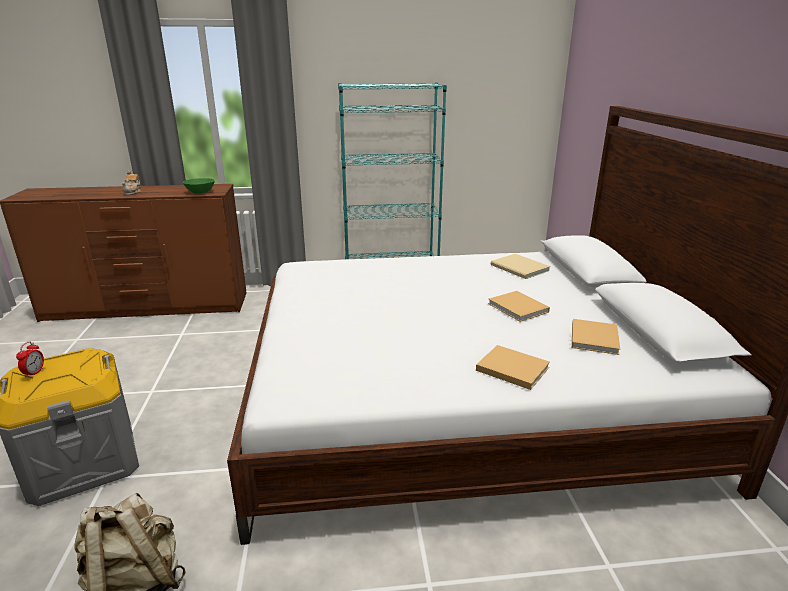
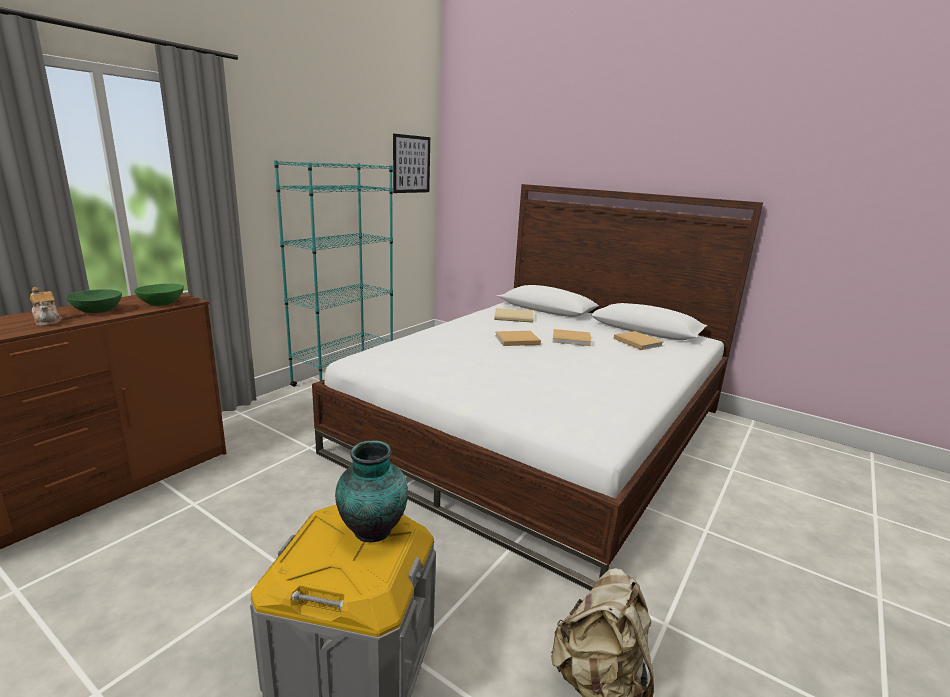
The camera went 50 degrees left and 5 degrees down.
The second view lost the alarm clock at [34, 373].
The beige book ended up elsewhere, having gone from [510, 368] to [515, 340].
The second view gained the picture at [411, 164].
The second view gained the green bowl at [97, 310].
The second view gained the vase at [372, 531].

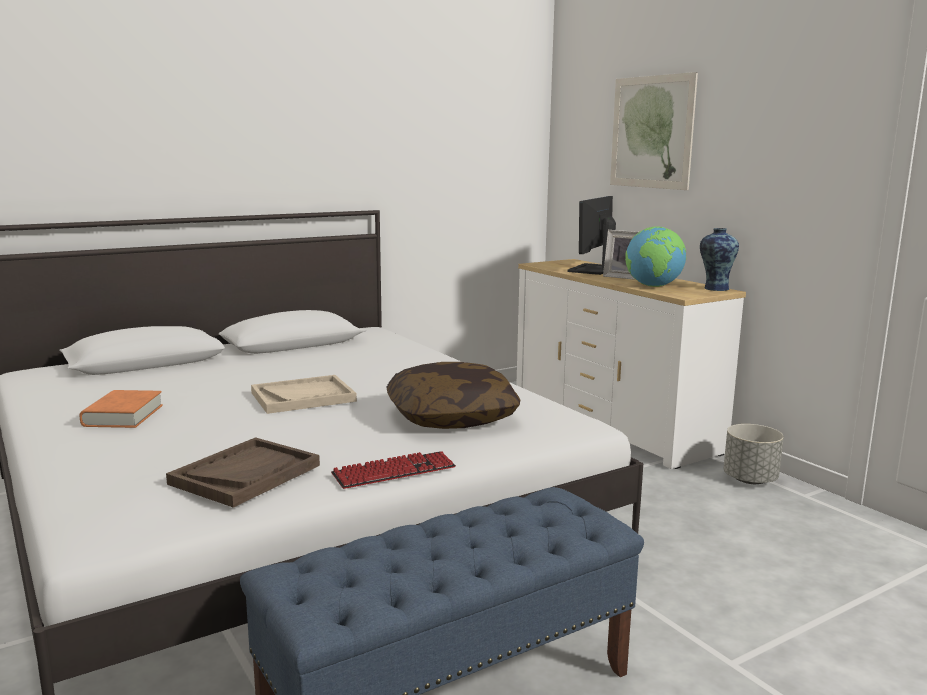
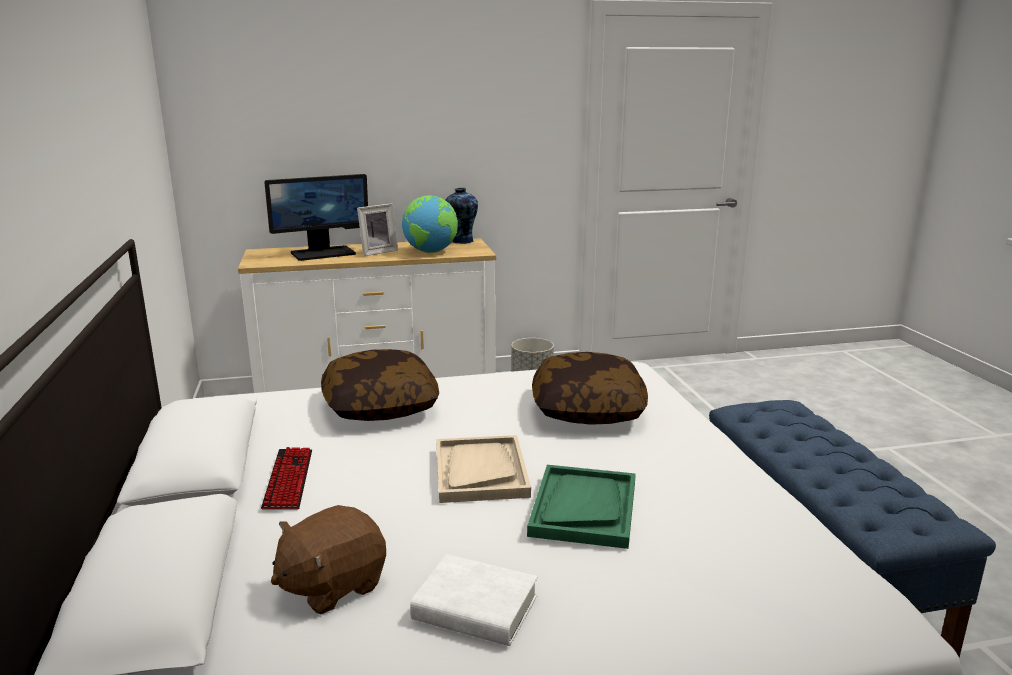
The camera went 70 degrees left and 5 degrees up.
The second view lost the picture at [651, 132].
The monitor at [593, 269] ended up facing another way, 75 degrees counterclockwise from before.
What was the orange book at [123, 415] turned into the white book at [475, 609].
The second view lost the brown tray at [245, 474].
The keyboard ended up elsewhere, having gone from [394, 472] to [288, 480].
The second view gained the pillow at [380, 406].
The second view gained the green tray at [583, 508].
The second view gained the brown plush toy at [332, 585].

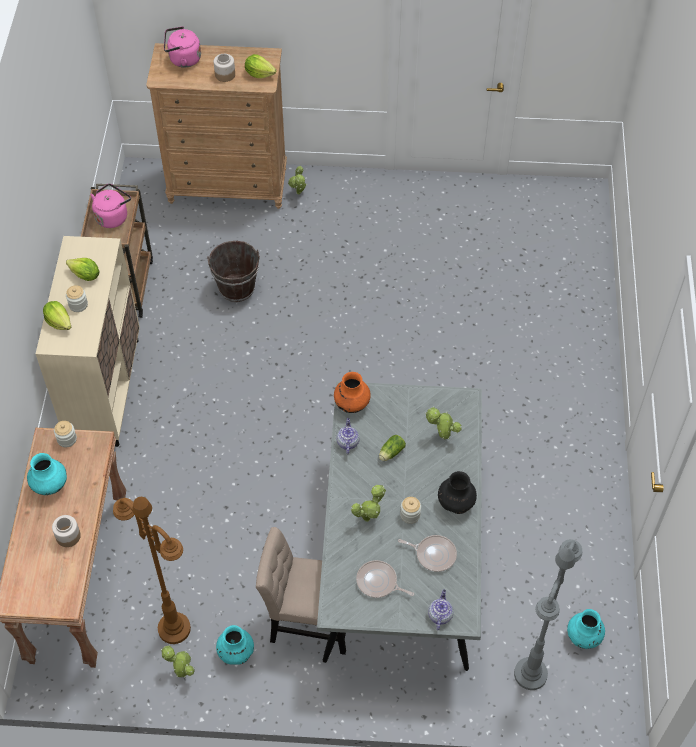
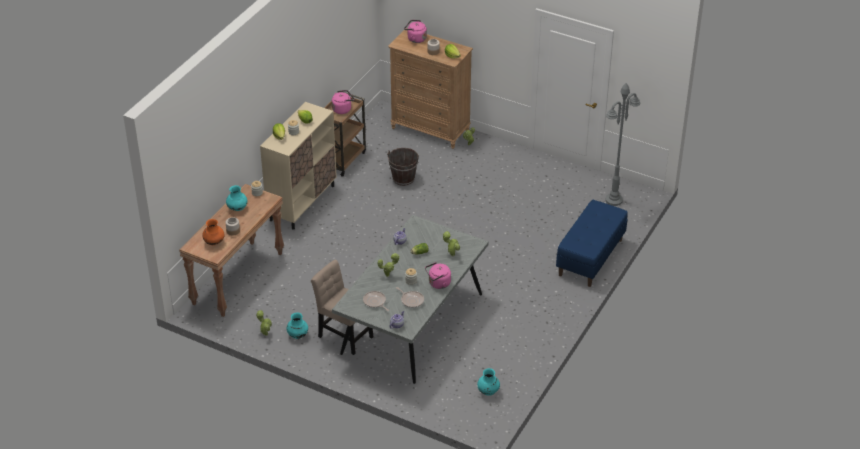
The camera went 25 degrees right and 15 degrees down.
The orange vase ended up elsewhere, having gone from [352, 404] to [214, 242].
Where the black vase stood at [455, 503], the pink kettle came to stand at [438, 284].
The second view lost the brown floor lamp at [173, 628].
The grey floor lamp ended up elsewhere, having gone from [530, 674] to [613, 200].
The second view gained the blue bench at [590, 258].

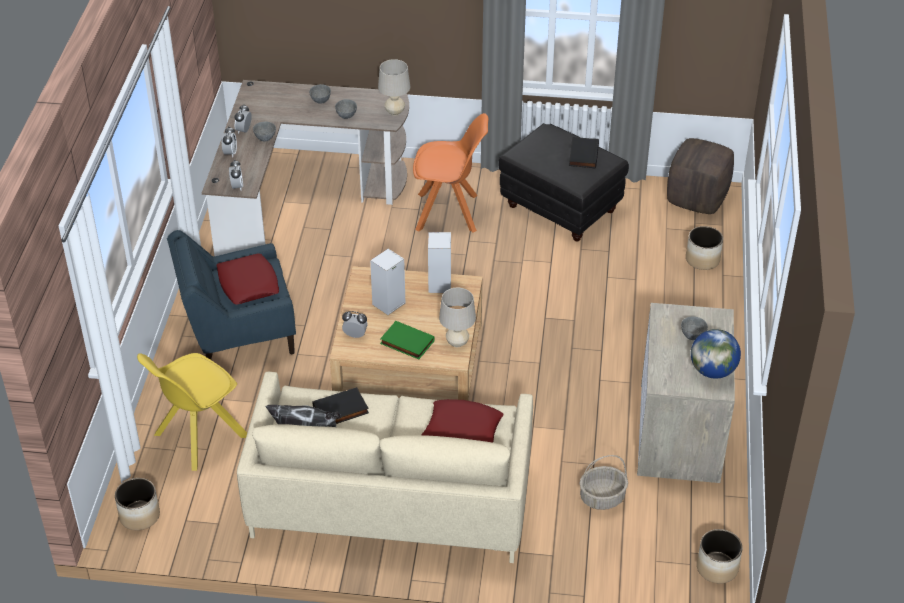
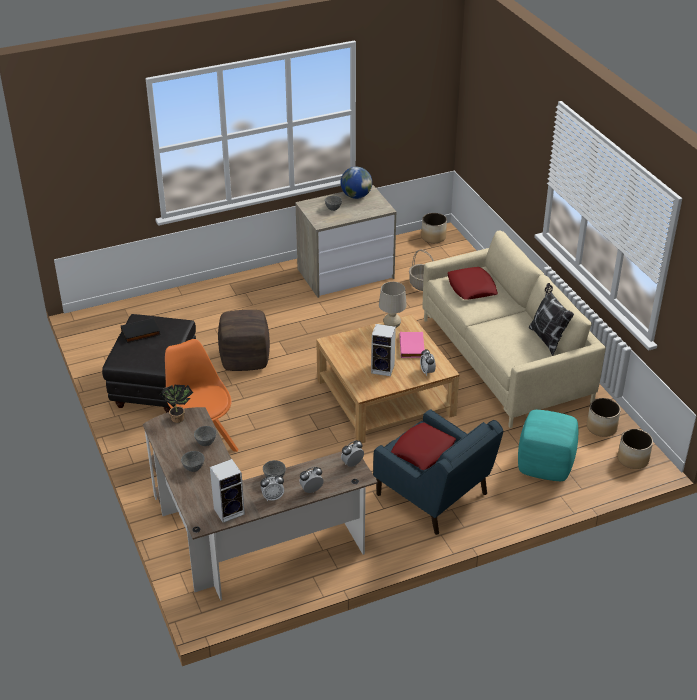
The camera went 120 degrees left and 5 degrees down.
Where the beige table lamp stood at [395, 112], the potted plant came to stand at [179, 417].
The brown ottoman ended up elsewhere, having gone from [696, 199] to [245, 360].
The planter ended up elsewhere, having gone from [702, 260] to [602, 427].
The speaker ended up elsewhere, having gone from [440, 285] to [230, 511].
What was the green book at [406, 343] turned into the pink book at [412, 347].
Where the yellow chair stood at [198, 436], the turquoise ottoman came to stand at [545, 466].
The second view lost the black book at [340, 411].

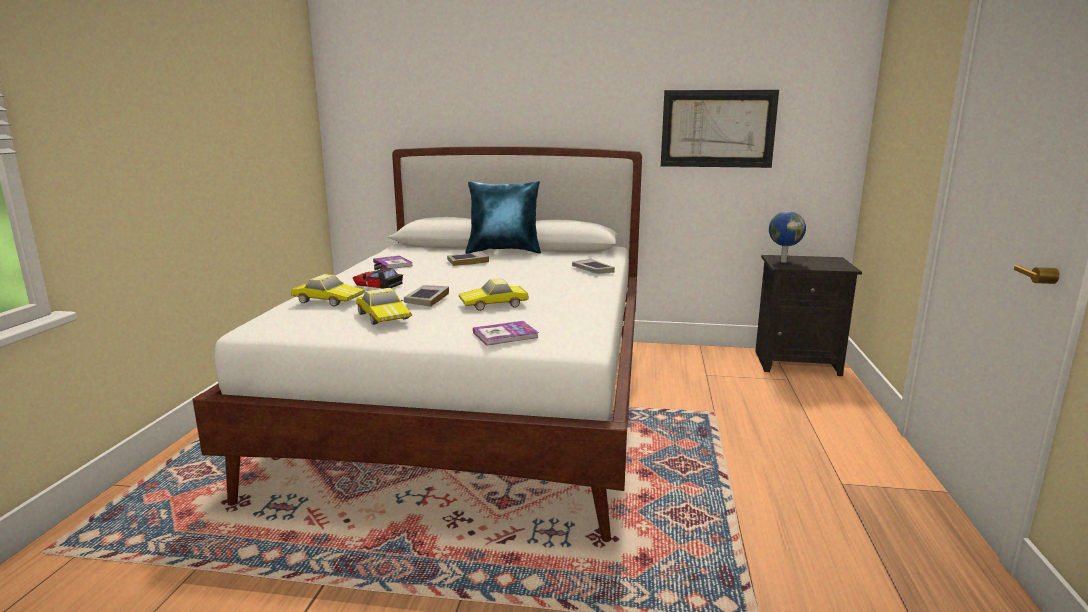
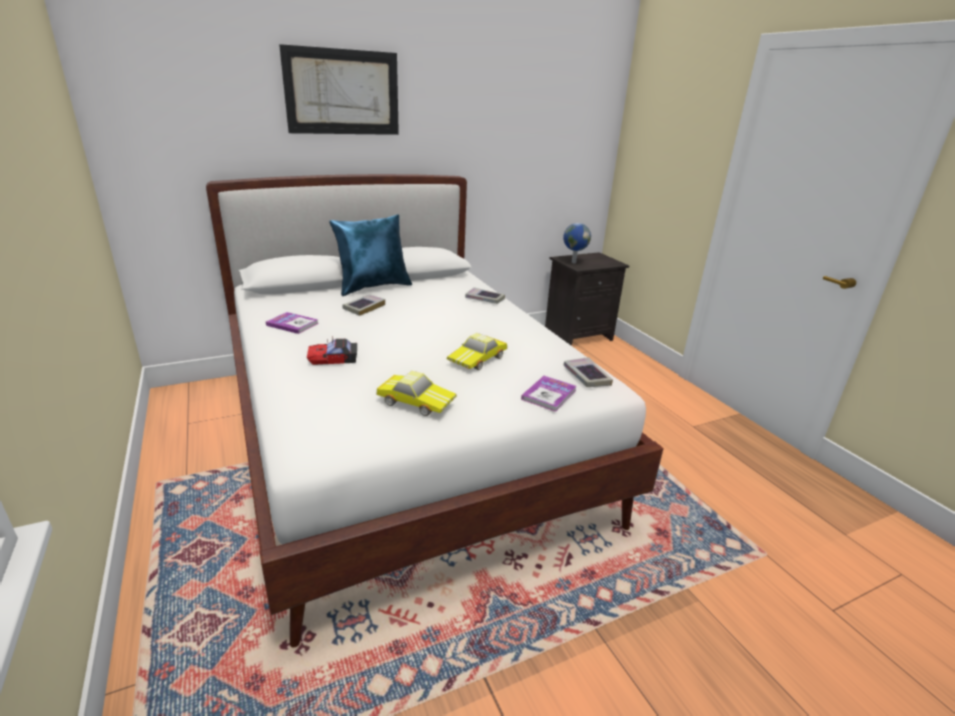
The camera went 35 degrees left and 10 degrees up.
The picture ended up elsewhere, having gone from [718, 129] to [342, 92].
The second view lost the toy car at [329, 300].
The book ended up elsewhere, having gone from [427, 299] to [586, 376].

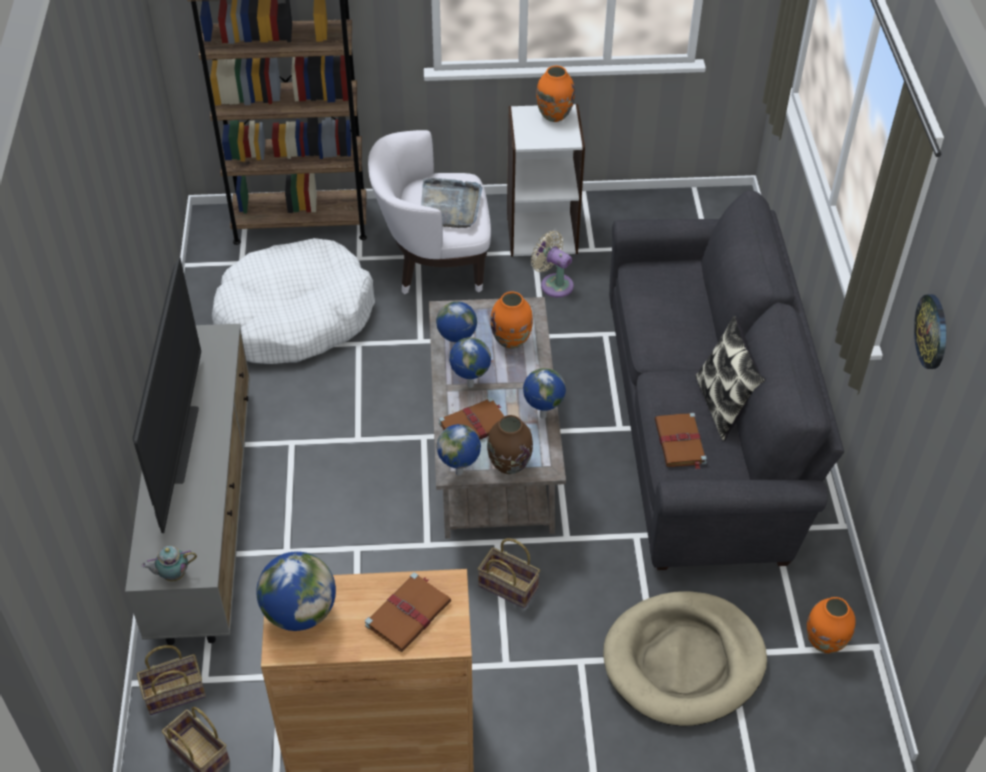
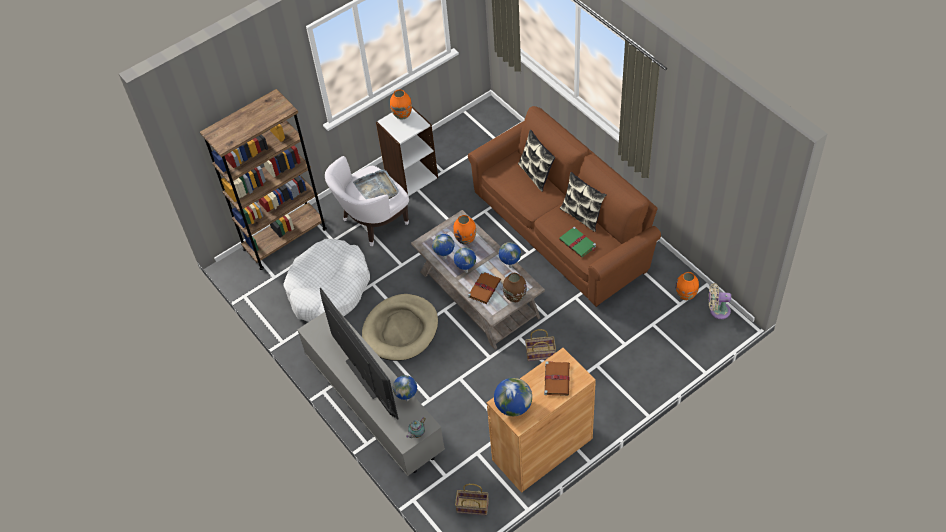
The camera went 30 degrees left and 5 degrees up.
What was the grey sofa at [703, 426] turned into the brown sofa at [564, 230].
The beige fan ended up elsewhere, having gone from [554, 284] to [717, 310].
The second view lost the wall clock at [932, 331].
What was the brown book at [680, 443] turned into the green book at [578, 243].
The globe ended up elsewhere, having gone from [460, 473] to [407, 399].
The beige dog bed ended up elsewhere, having gone from [684, 661] to [401, 329].
The second view lost the basket at [176, 692].
The second view gained the pillow at [536, 174].

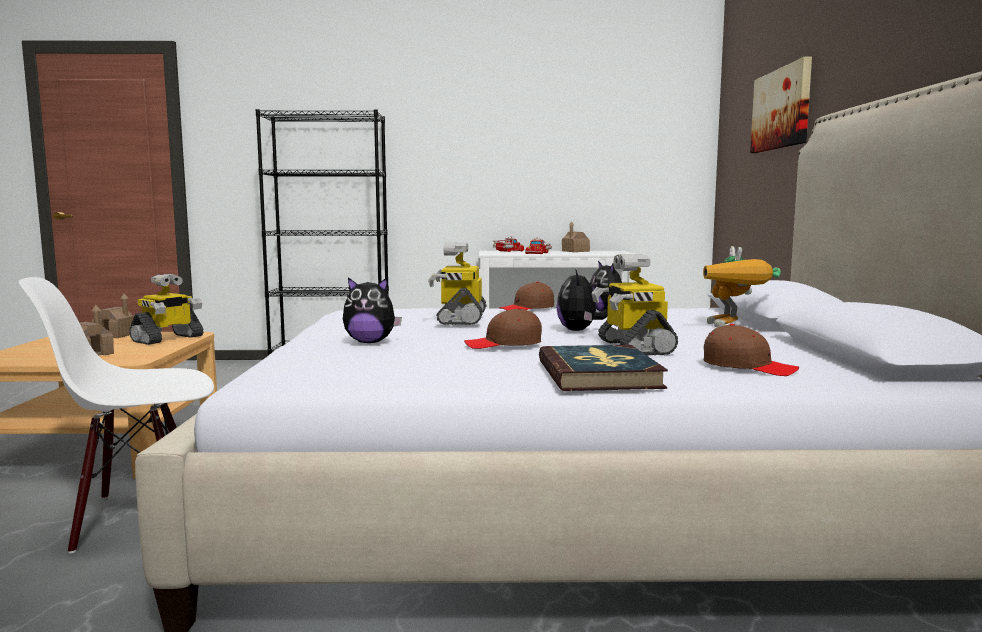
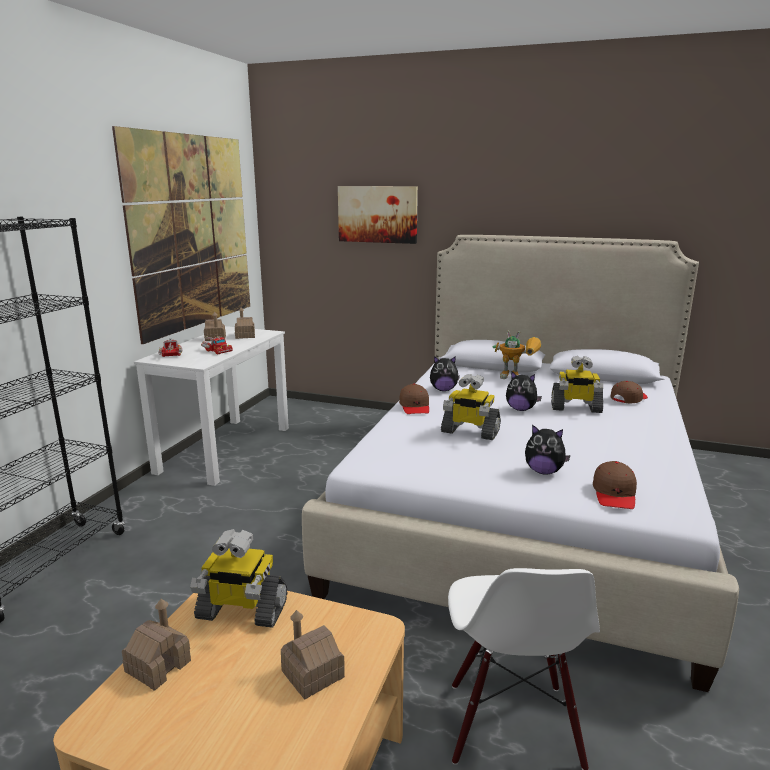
The camera went 70 degrees left and 10 degrees up.
The toy robot at [168, 339] ended up facing another way, 135 degrees clockwise from before.
The plush toy at [370, 342] ended up facing another way, 90 degrees clockwise from before.
The brown cap ended up elsewhere, having gone from [504, 344] to [614, 494].
The second view lost the book at [599, 374].
The second view gained the picture at [192, 232].
The second view gained the toy house at [245, 336].

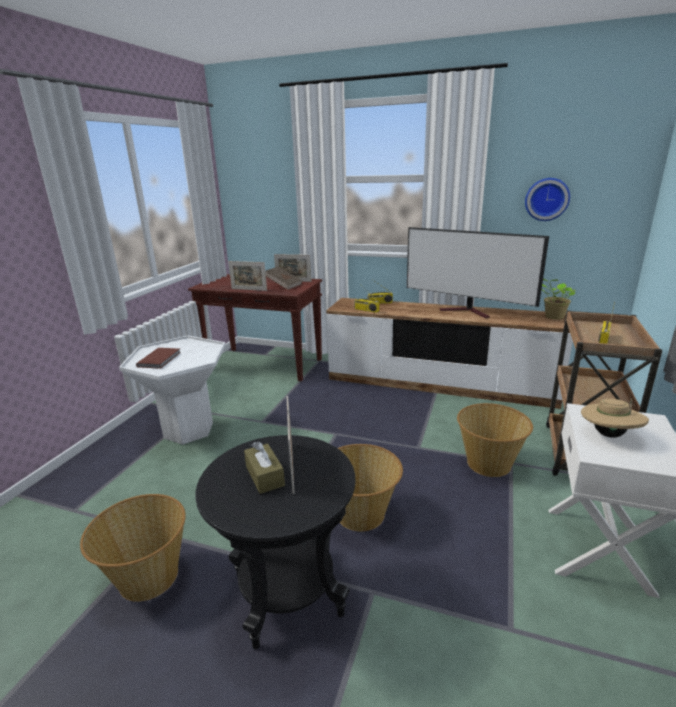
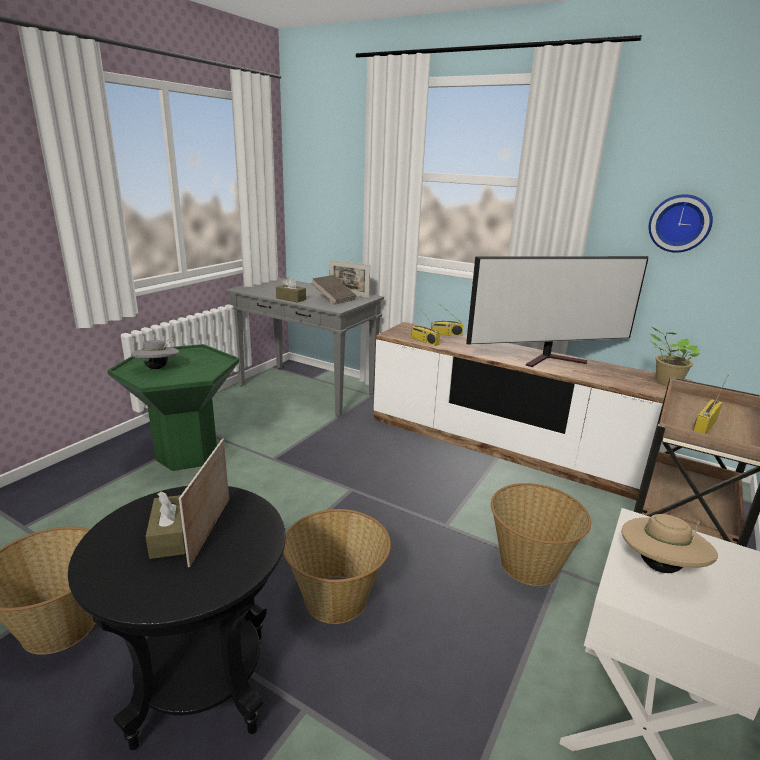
The camera went 10 degrees right and 0 degrees up.
The television at [468, 311] ended up facing another way, 60 degrees counterclockwise from before.
Where the picture frame stood at [249, 289], the brown tissue box came to stand at [291, 299].
What was the brown console table at [265, 364] turned into the grey console table at [307, 390].
What was the white side table at [188, 430] turned into the green side table at [187, 455].
Where the brown book stood at [160, 359], the grey hat came to stand at [157, 368].

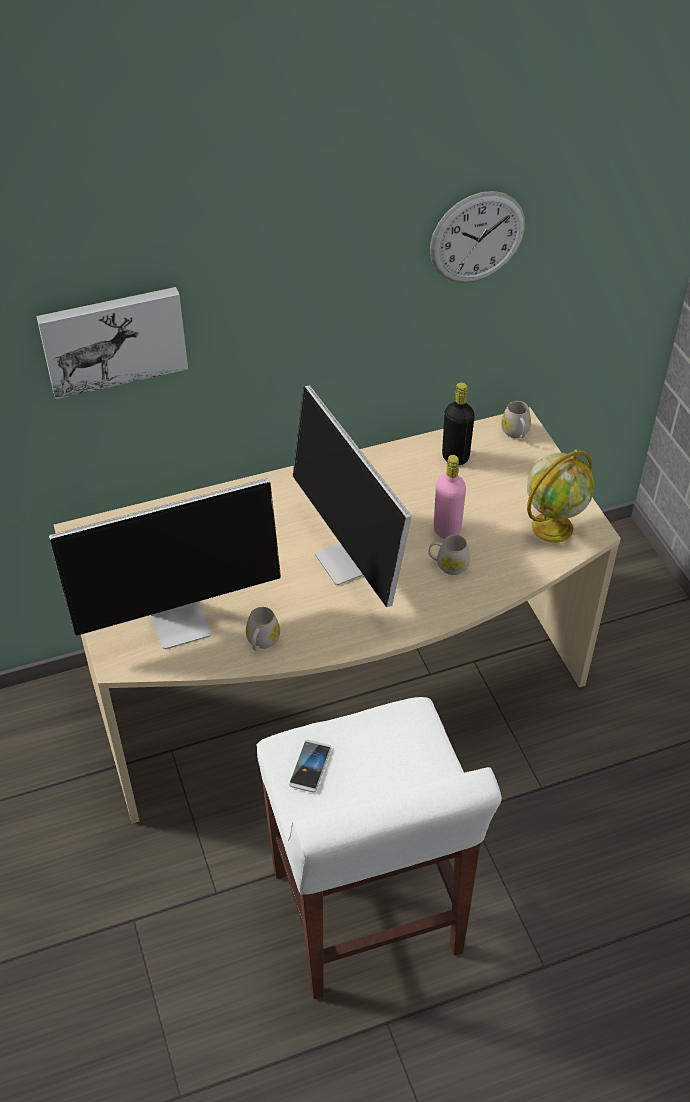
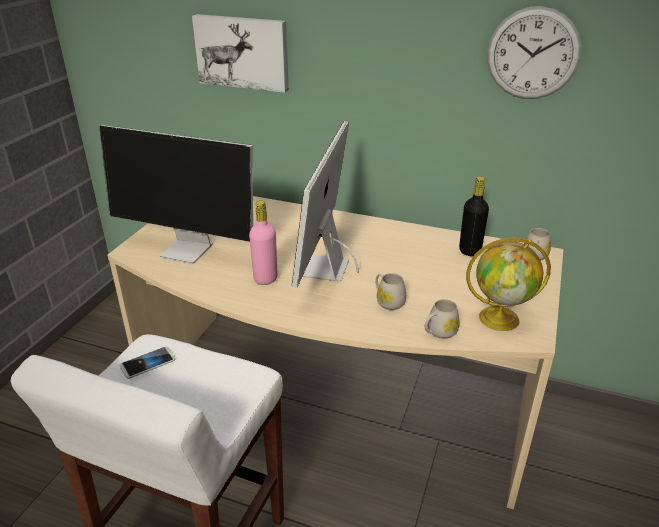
The camera went 40 degrees right and 15 degrees down.
The pink bottle ended up elsewhere, having gone from [447, 530] to [265, 279].
The white mug ended up elsewhere, having gone from [262, 642] to [439, 333].

